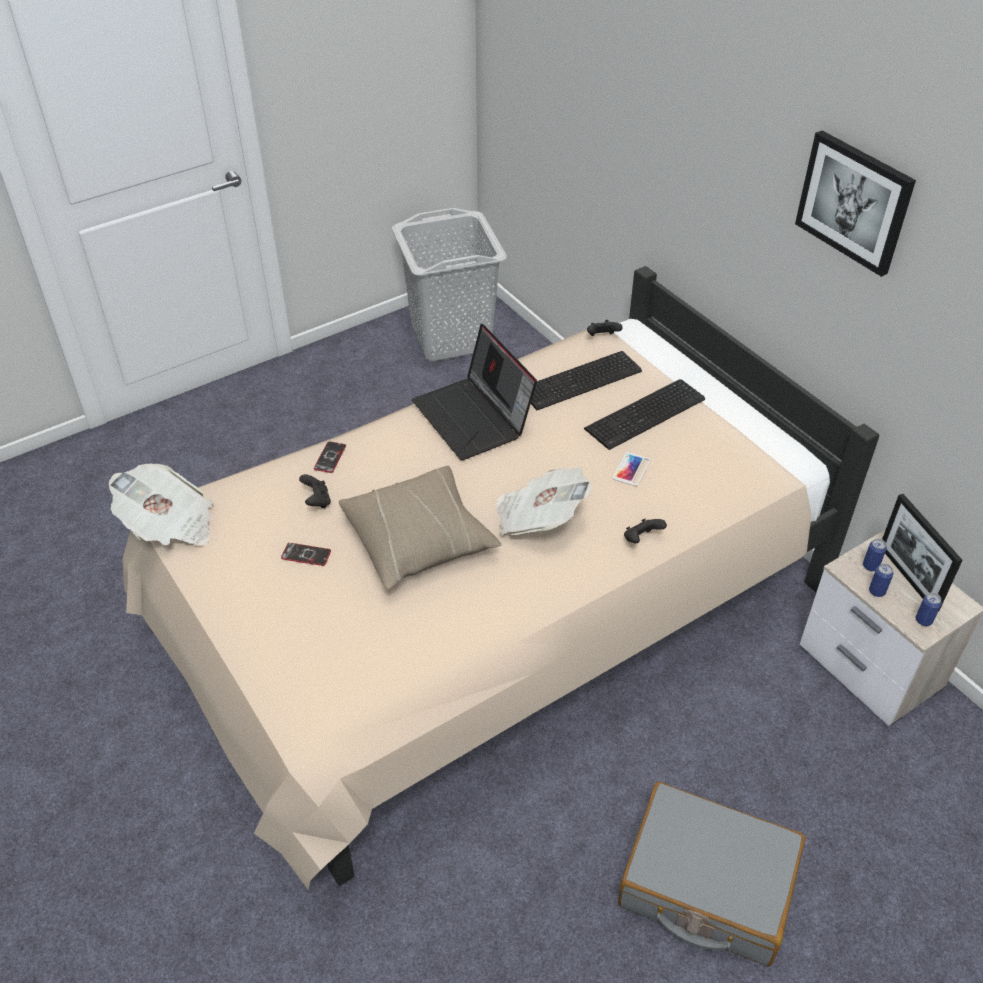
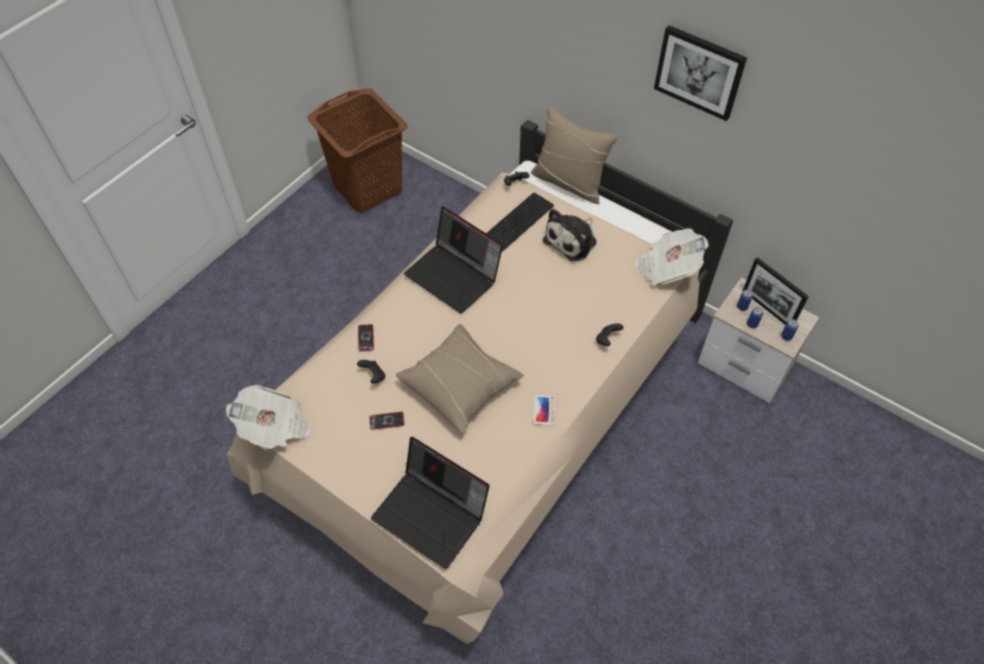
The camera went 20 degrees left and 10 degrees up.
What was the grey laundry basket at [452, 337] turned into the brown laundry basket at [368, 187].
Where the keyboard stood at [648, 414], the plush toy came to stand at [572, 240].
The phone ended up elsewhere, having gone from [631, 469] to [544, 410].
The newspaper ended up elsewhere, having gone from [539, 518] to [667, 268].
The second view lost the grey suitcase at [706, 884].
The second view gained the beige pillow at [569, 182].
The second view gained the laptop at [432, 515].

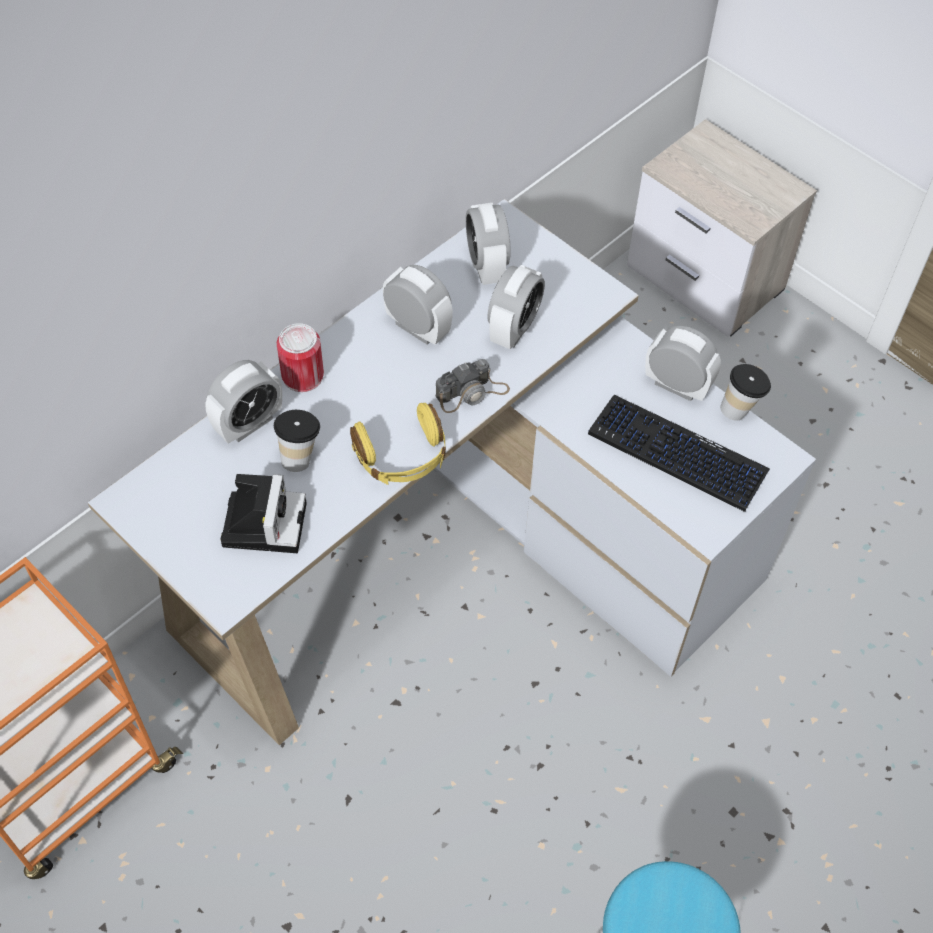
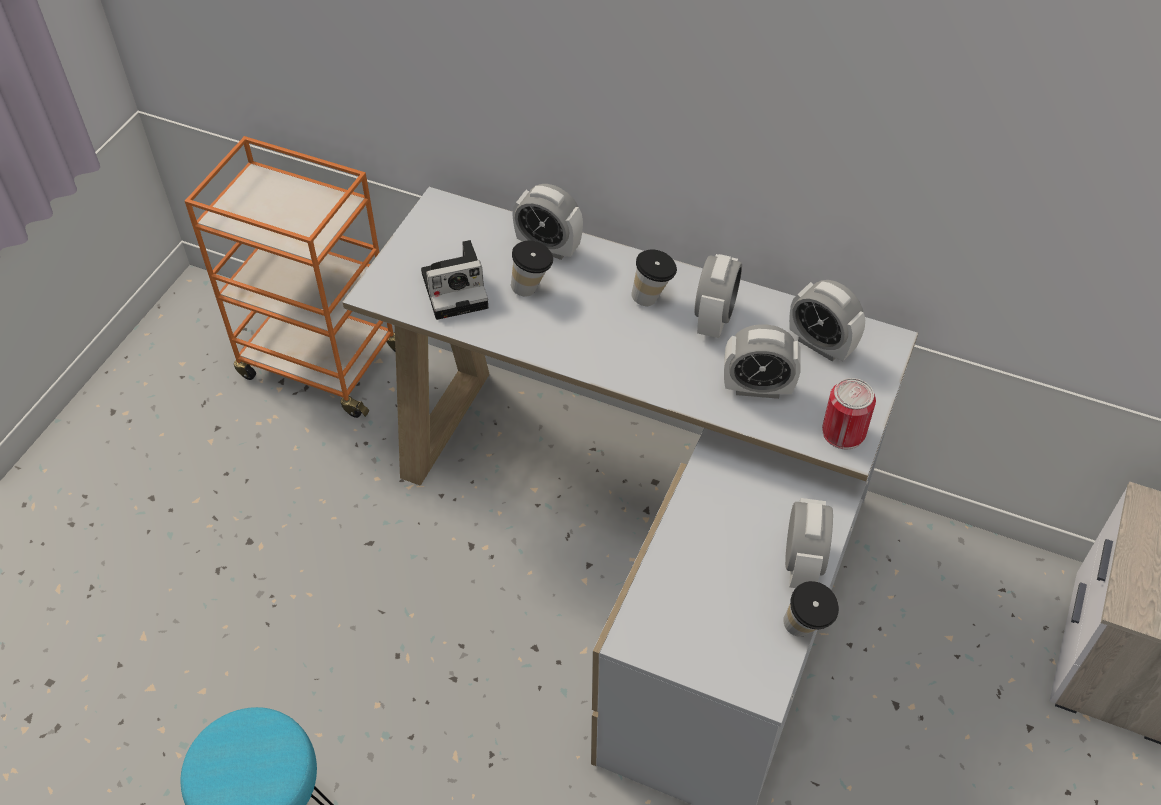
The camera went 70 degrees right and 5 degrees down.
The alarm clock at [486, 266] ended up facing another way, 105 degrees counterclockwise from before.
The can ended up elsewhere, having gone from [302, 376] to [843, 432].
The second view lost the photo camera at [472, 393].
The second view lost the keyboard at [677, 453].
The second view lost the yellow headphones at [402, 457].
The second view gained the cup at [652, 298].

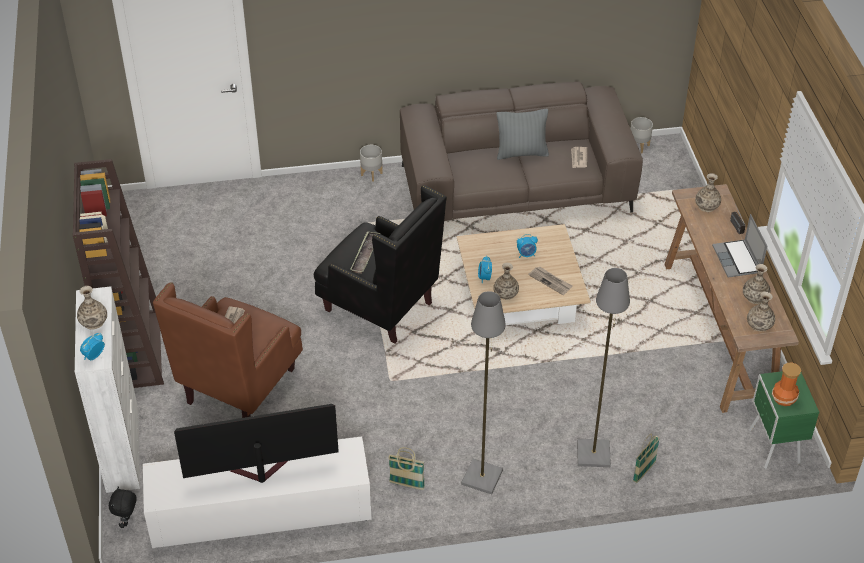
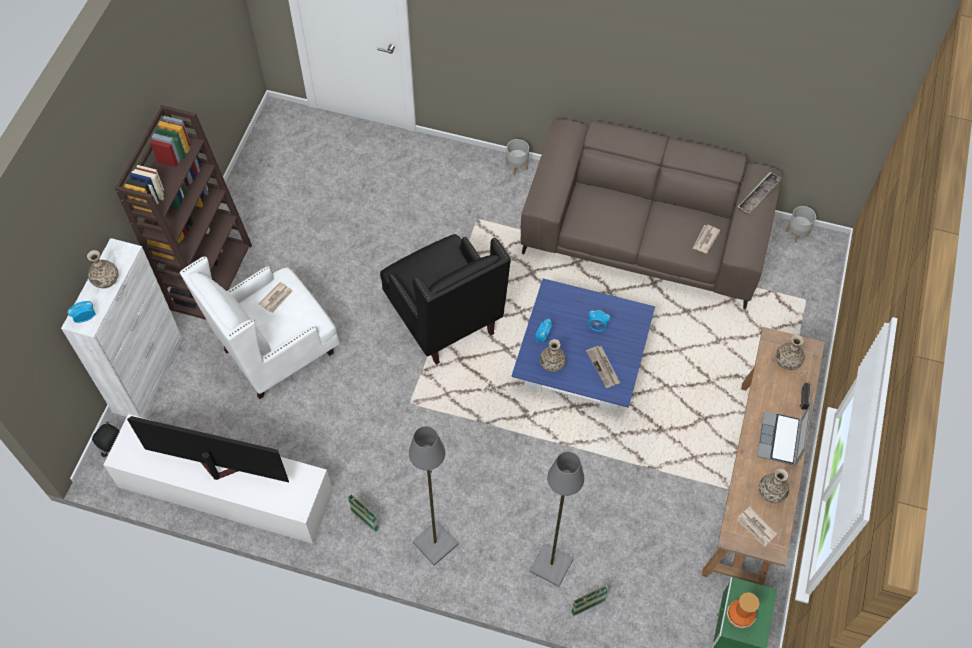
The camera went 25 degrees right and 15 degrees up.
The second view lost the grey pillow at [521, 153].
What was the beige coffee table at [520, 295] turned into the blue coffee table at [582, 359].
The tray ended up elsewhere, having gone from [365, 255] to [758, 195].
What was the brown armchair at [240, 387] turned into the white armchair at [277, 353].
Where the vase stood at [759, 325], the newspaper came to stand at [756, 527].

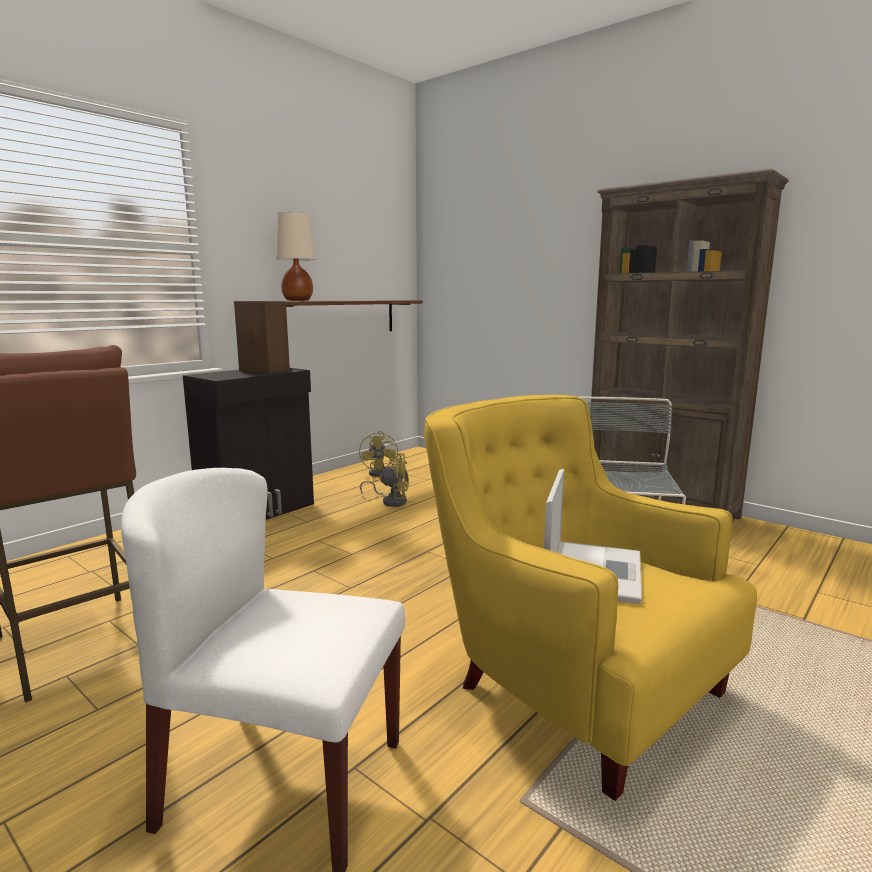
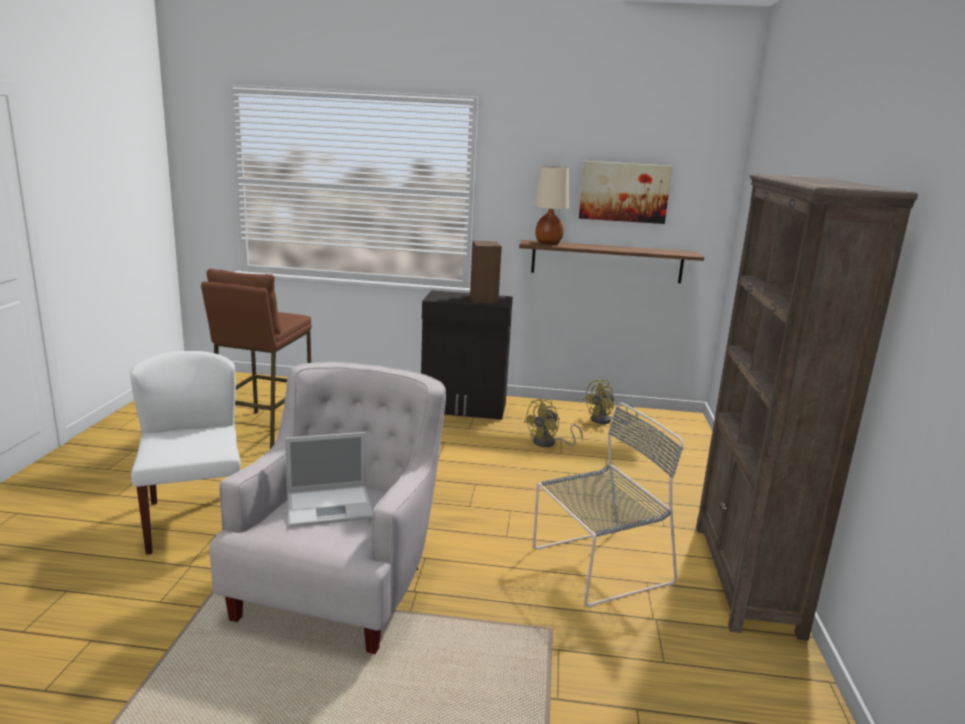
The camera went 55 degrees right and 5 degrees up.
What was the yellow armchair at [570, 681] turned into the white armchair at [341, 584].
The yellow fan at [391, 501] ended up facing another way, 75 degrees clockwise from before.
The second view gained the picture at [624, 192].

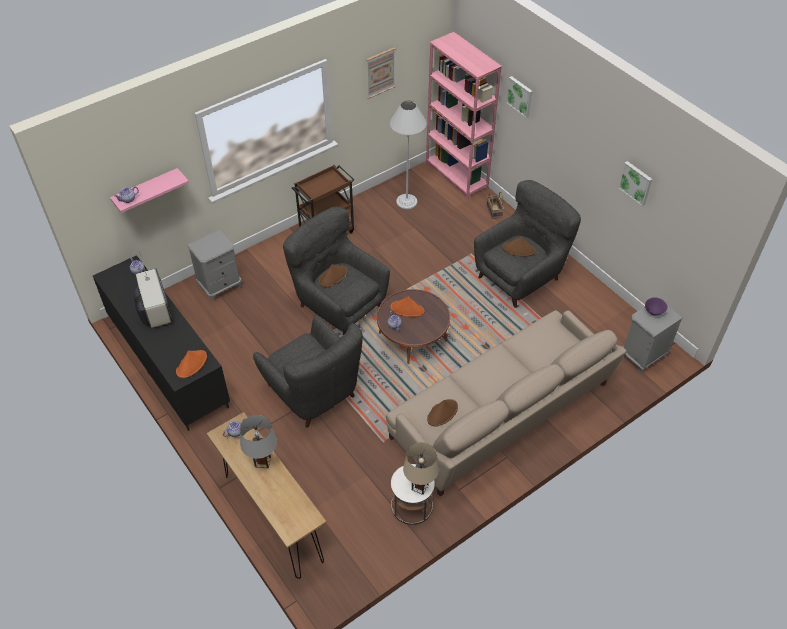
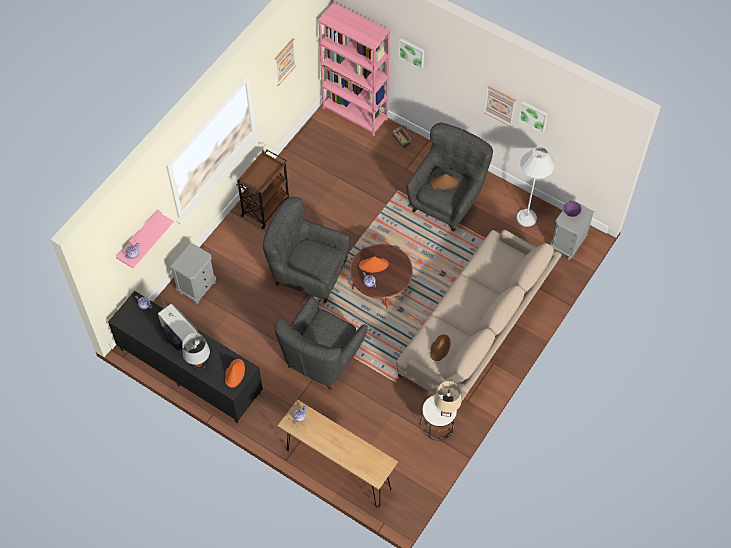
The camera went 20 degrees left and 10 degrees up.
The white floor lamp ended up elsewhere, having gone from [406, 202] to [526, 218].
The second view lost the brown hat at [333, 277].
The grey armchair at [313, 392] ended up facing another way, 90 degrees clockwise from before.
The grey table lamp ended up elsewhere, having gone from [262, 461] to [199, 364].
The second view gained the picture at [500, 105].

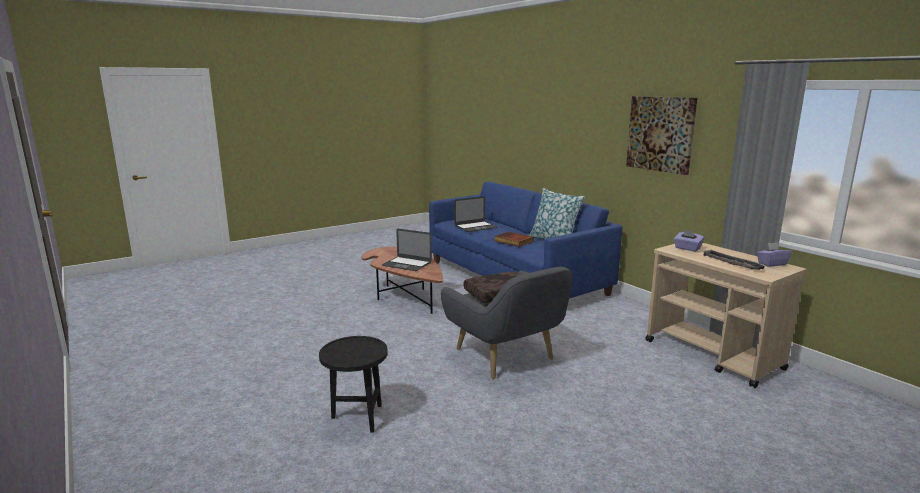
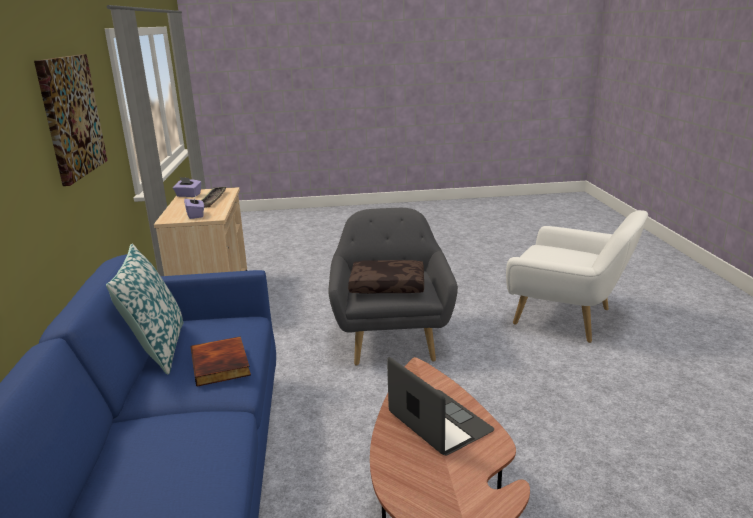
The camera went 150 degrees left and 5 degrees up.
The second view lost the laptop at [476, 227].
Where the black side table stood at [357, 418], the white armchair came to stand at [568, 319].

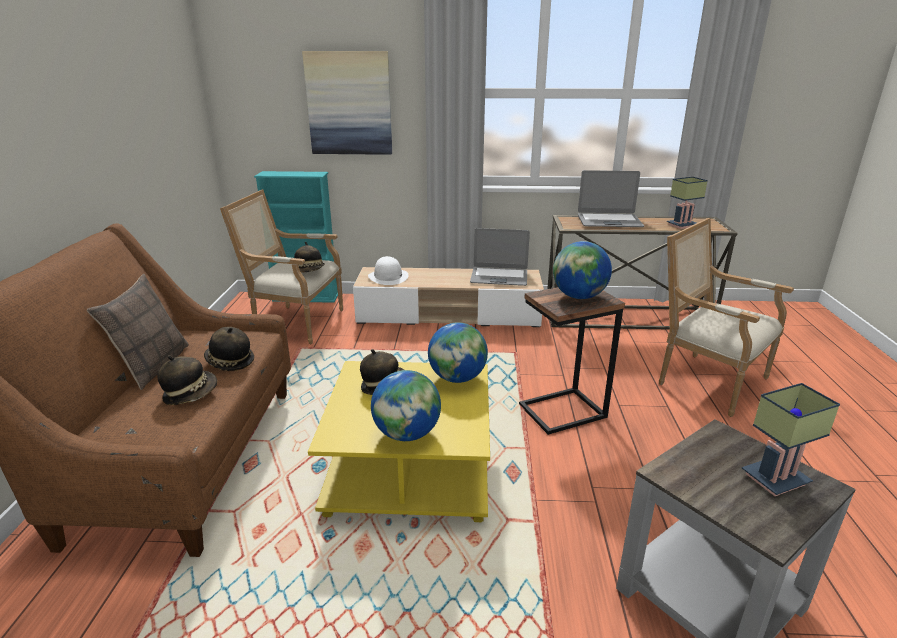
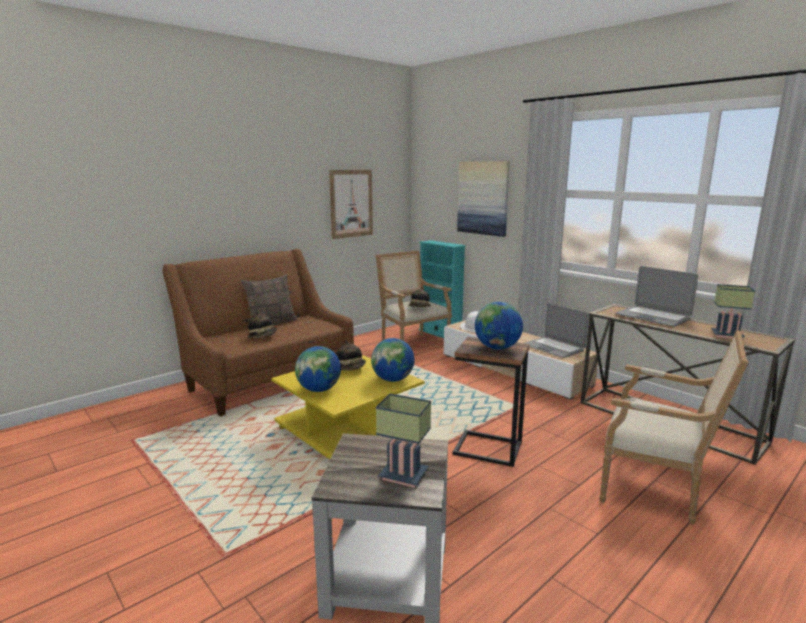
The camera went 45 degrees right and 10 degrees down.
The armchair at [706, 380] ended up facing another way, 120 degrees clockwise from before.
The second view lost the hat at [229, 362].
The second view gained the picture at [351, 203].

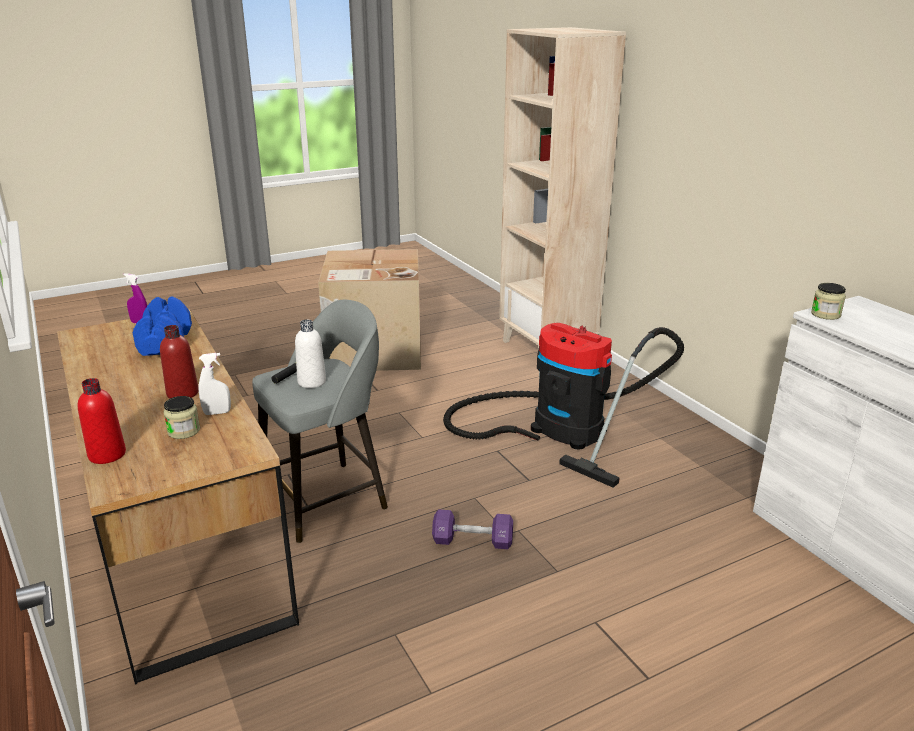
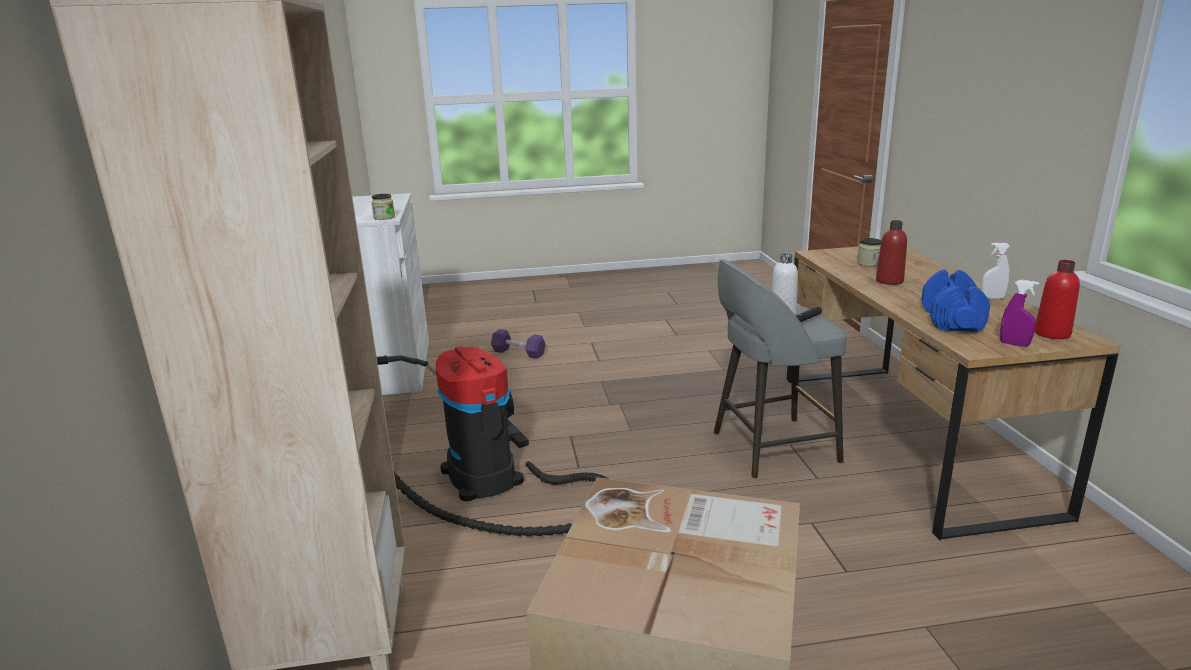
The camera went 160 degrees left and 5 degrees down.
The white spray bottle ended up elsewhere, having gone from [217, 413] to [992, 298].
The red bottle ended up elsewhere, having gone from [107, 455] to [1052, 334].
The purple dumbbell ended up elsewhere, having gone from [472, 541] to [518, 353].

